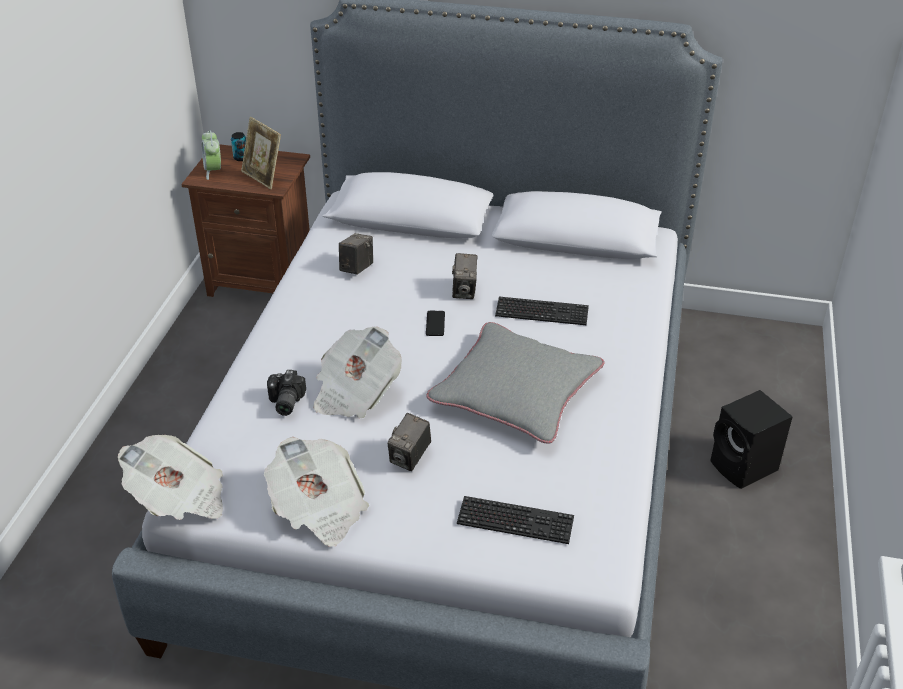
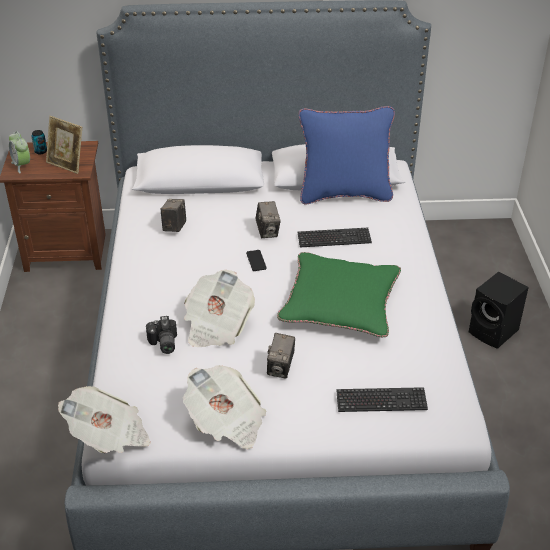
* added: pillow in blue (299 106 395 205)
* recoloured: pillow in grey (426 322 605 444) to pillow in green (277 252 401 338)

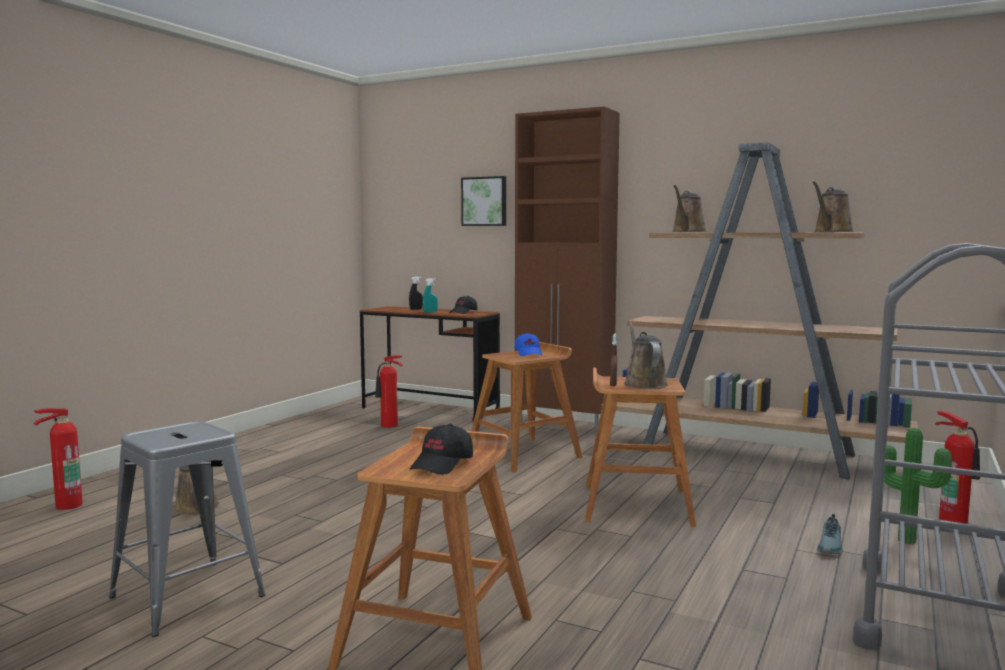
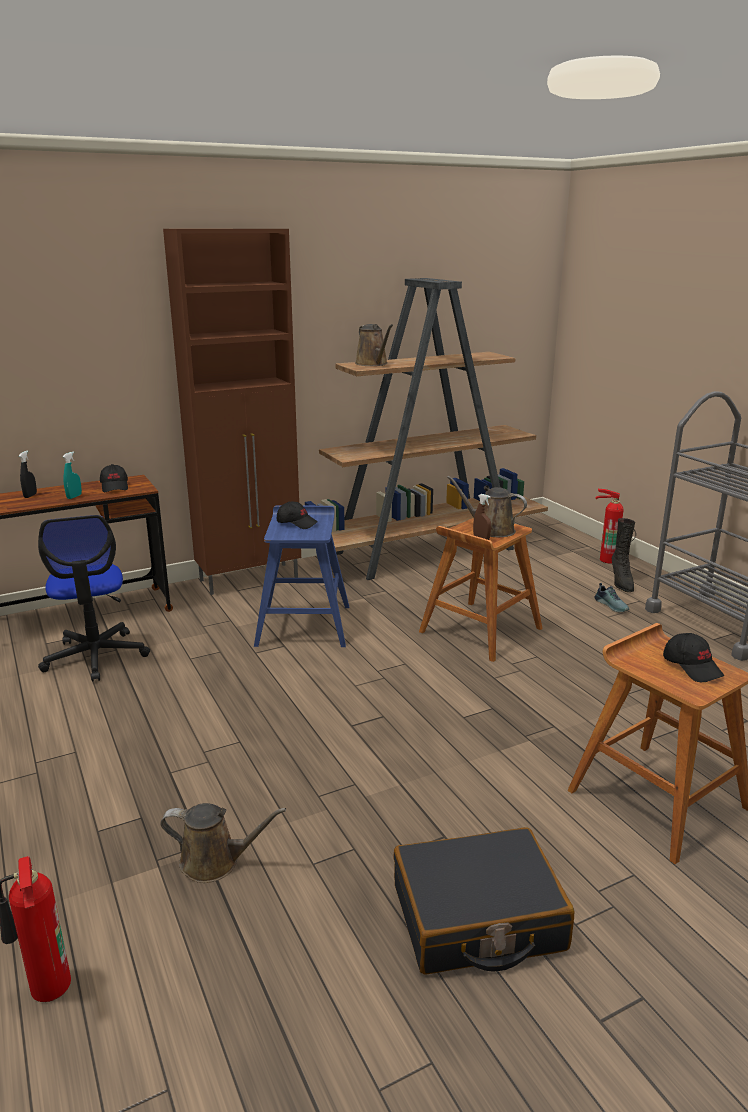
* removed: picture (461 176 506 226)
* removed: watering can in brown (813 181 854 232)
* replaced: stool in grey (109 421 265 637) to suitcase in black (394 827 574 975)
* replaced: fire extinguisher (375 355 403 428) to office chair (38 515 150 682)
* replaced: potted plant (884 428 952 544) to boot in black (612 518 636 592)
* recoloured: stool in brown (471 342 583 472) to stool in blue (254 505 349 647)
* recoloured: cap in blue (514 333 542 356) to cap in black (277 502 318 529)

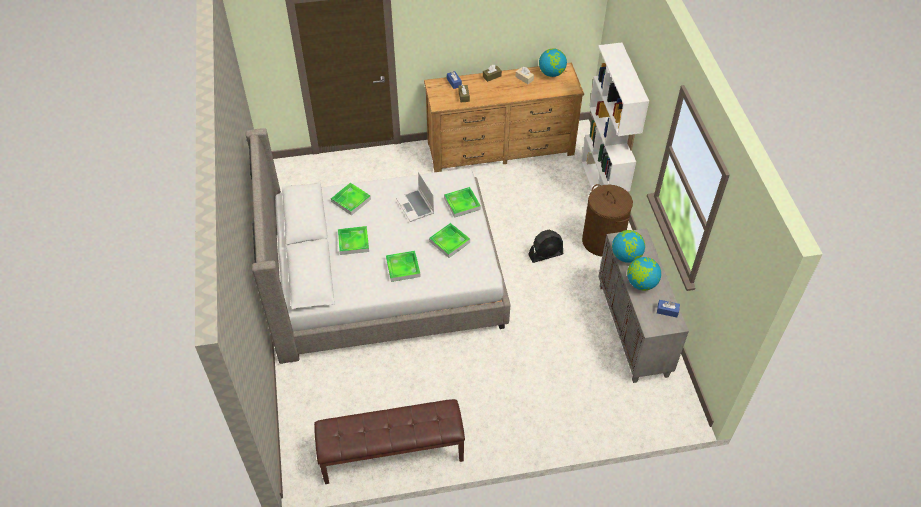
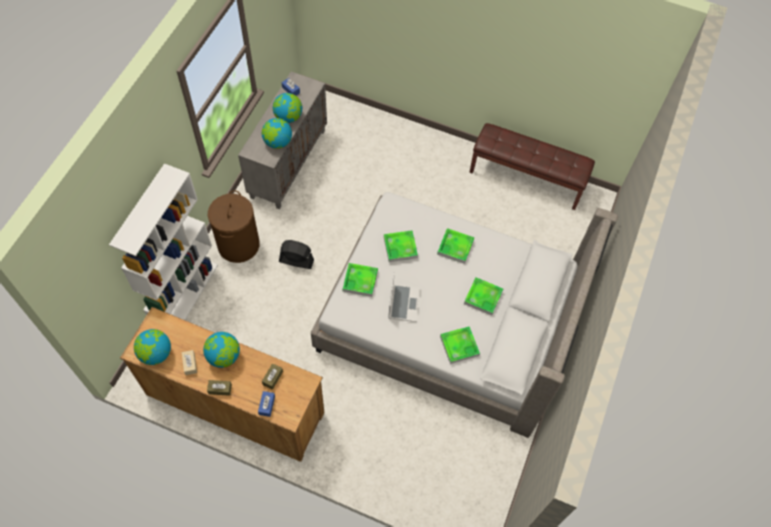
* added: globe (203 332 240 368)

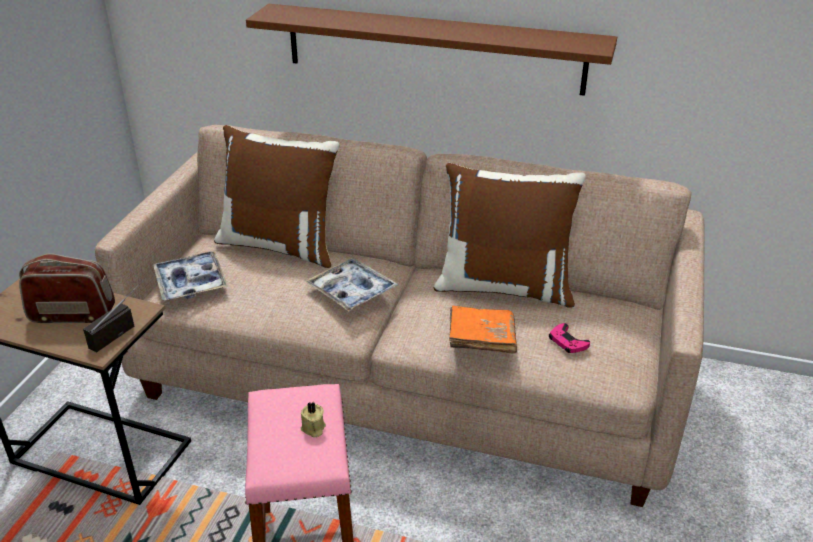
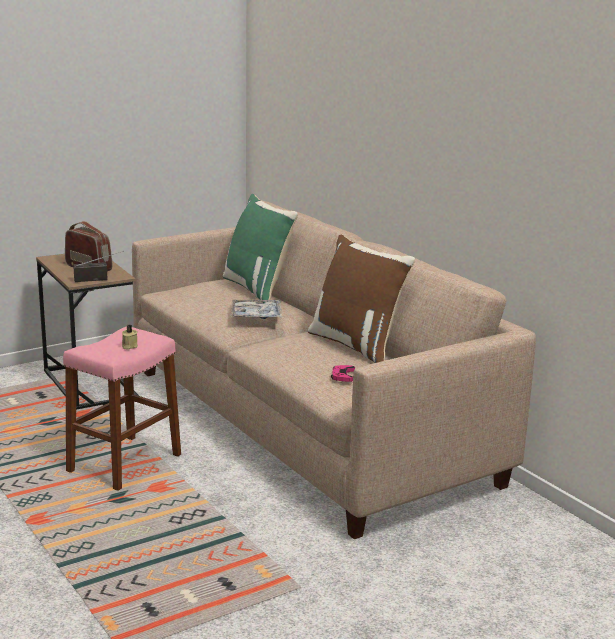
* removed: tray (153 251 228 300)
* removed: shelf in brown (246 4 617 96)
* removed: book in orange (449 306 517 354)
* recoloured: pillow in brown (214 125 340 268) to pillow in green (223 194 298 303)

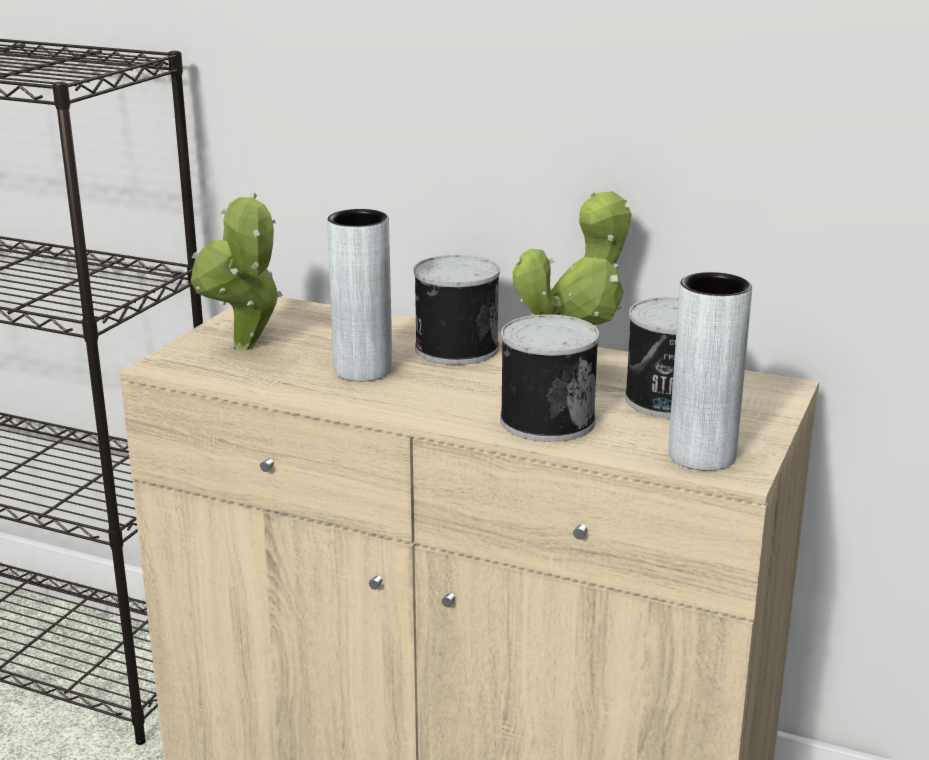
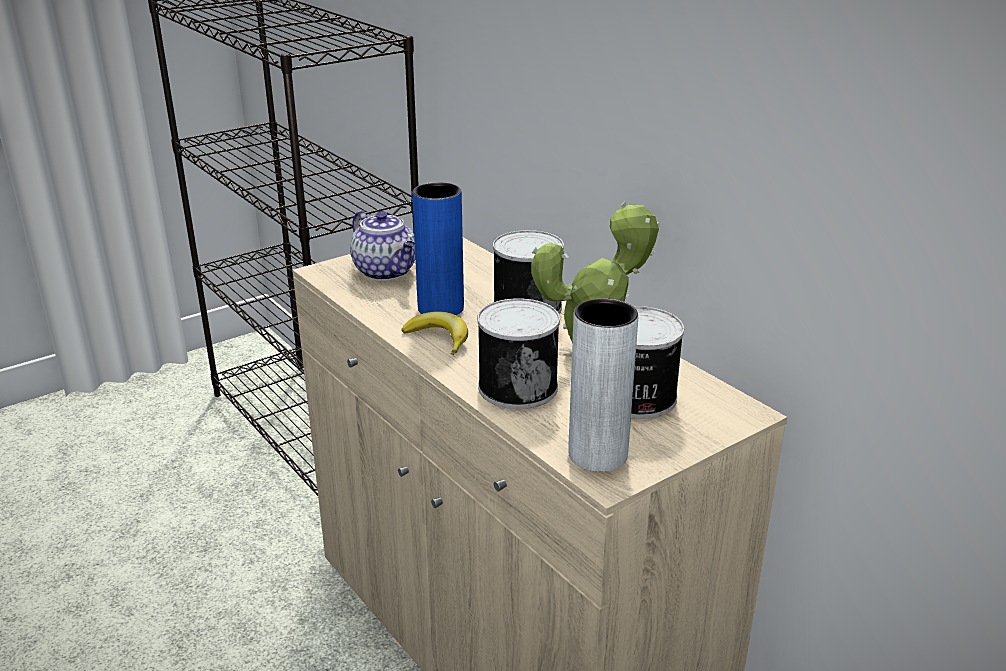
* added: banana (401 311 468 355)
* replaced: potted plant (191 192 283 350) to teapot (350 211 415 280)
* recoloured: vase in grey (327 209 392 381) to vase in blue (412 182 464 315)

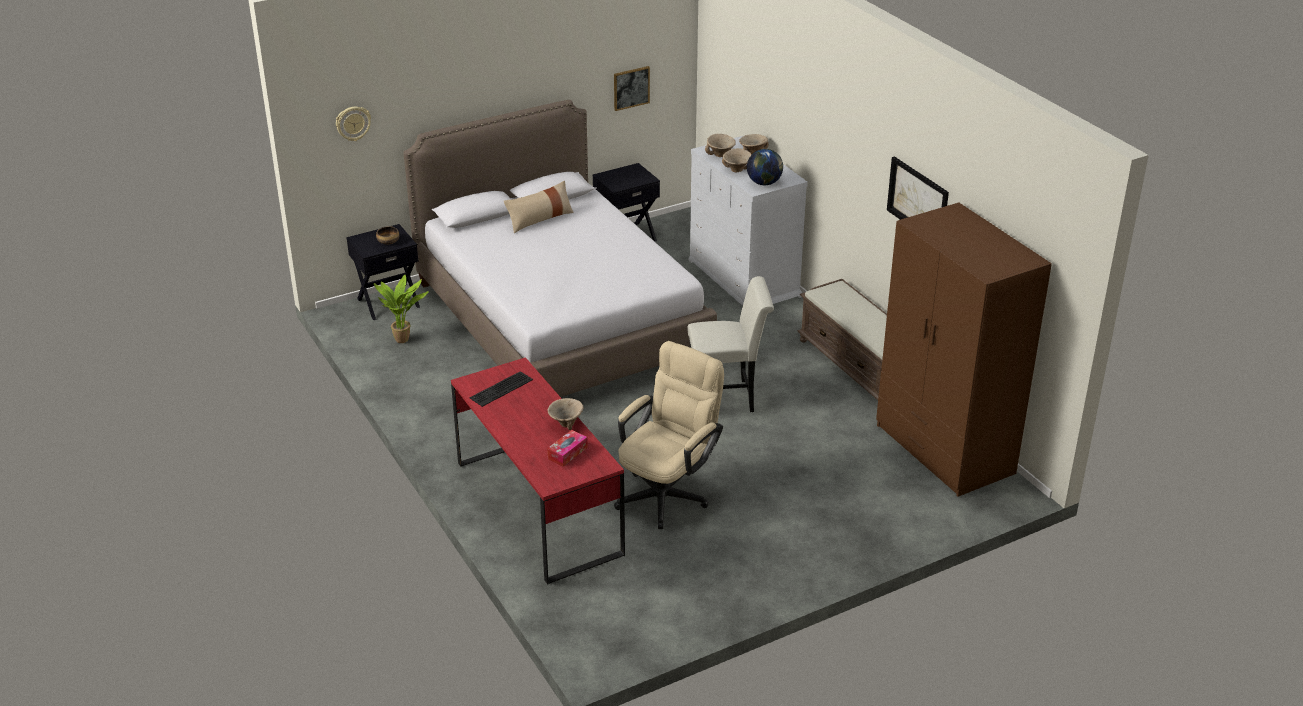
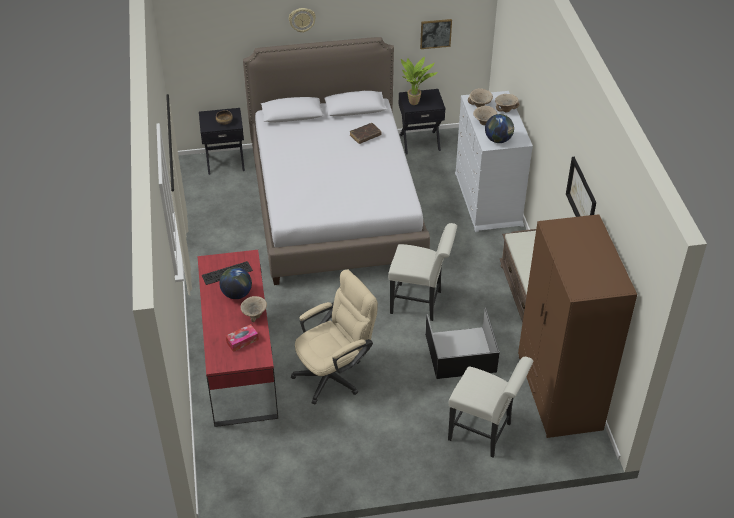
* removed: pillow in beige (504 181 574 233)
* added: globe (219 267 252 299)
* added: book in brown (350 123 382 144)
* added: storage box in black (425 308 499 379)
* added: chair in white (448 357 533 458)
* moved: wall clock (336 107 371 141) to (289 8 316 33)
* moved: potted plant (374 275 429 343) to (401 57 438 105)

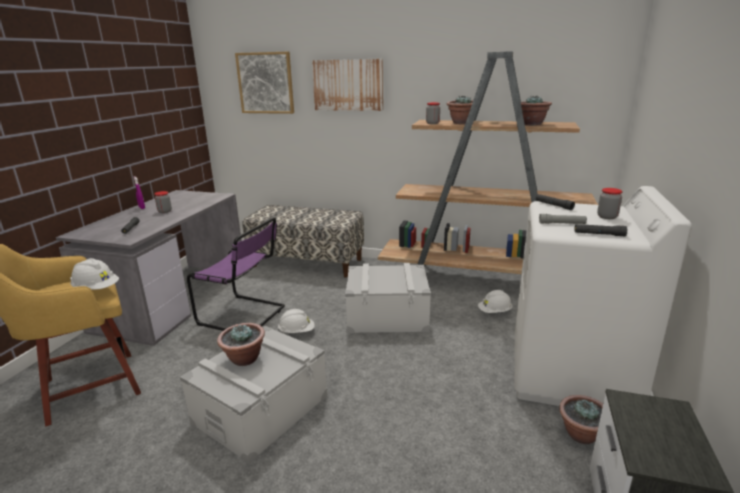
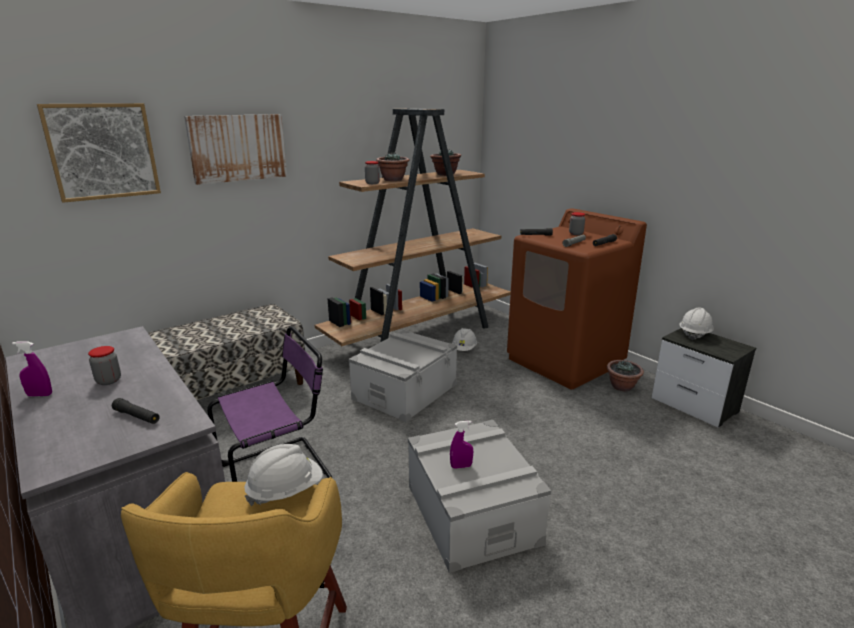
* moved: hard hat in white (277 309 315 333) to (679 307 714 340)
* replaced: potted plant (217 323 265 366) to spray bottle in purple (450 421 473 469)
* recoloured: washing machine in white (514 186 692 406) to washing machine in brown (507 208 647 389)

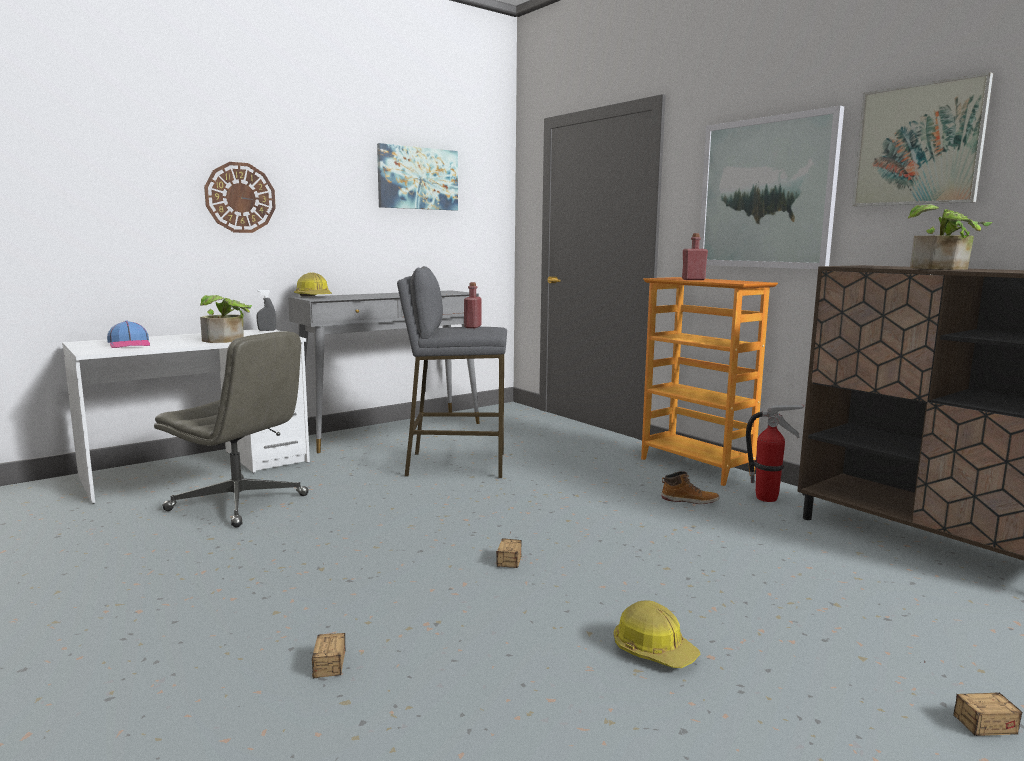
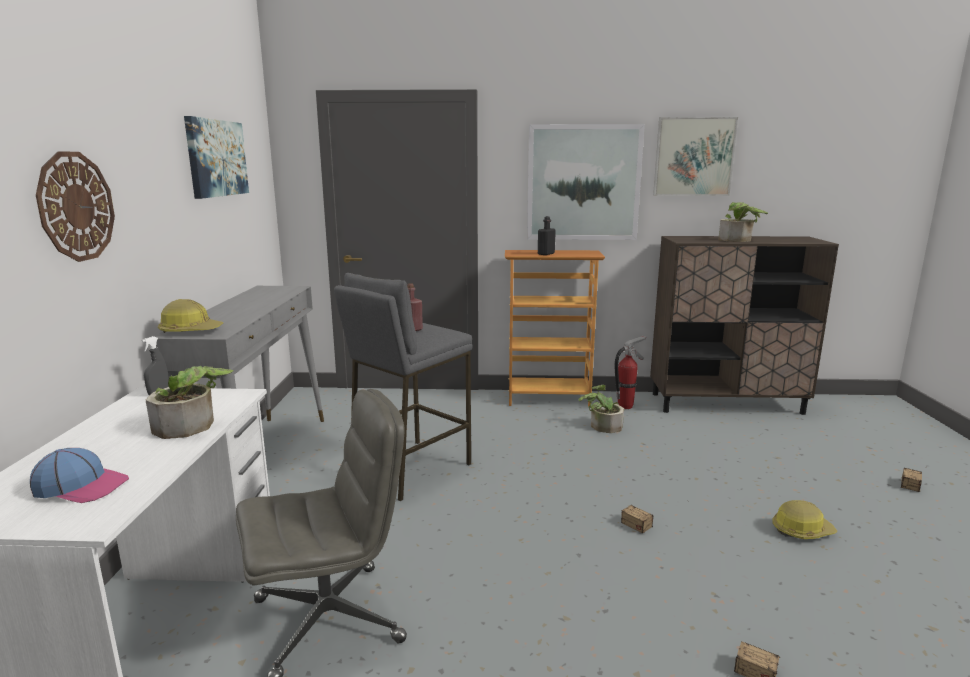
* replaced: boot (661 471 719 504) to potted plant (578 385 624 433)
* recoloured: bottle in red (682 233 708 280) to bottle in black (538 216 556 255)

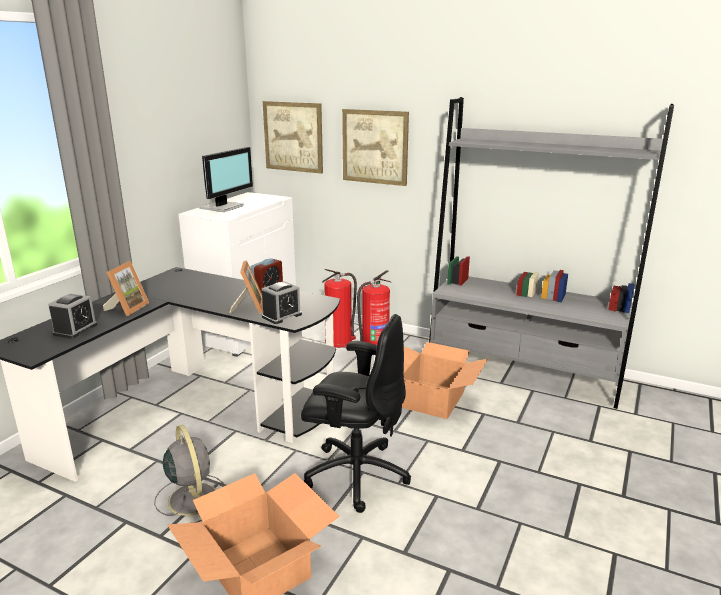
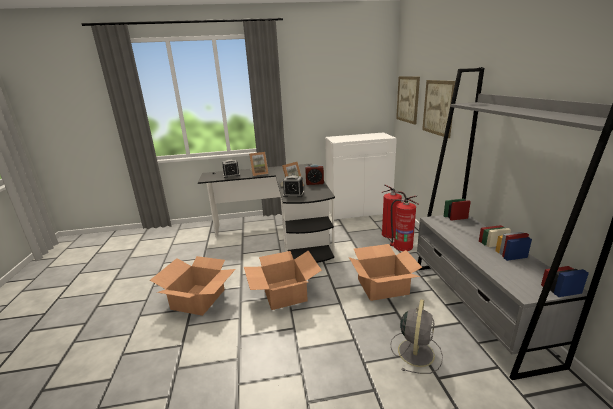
* removed: monitor (199 147 253 212)
* moved: fan in grey (154 425 225 523) to (391 299 443 374)
* replaced: office chair in black (301 314 411 513) to cardboard box (244 251 322 310)

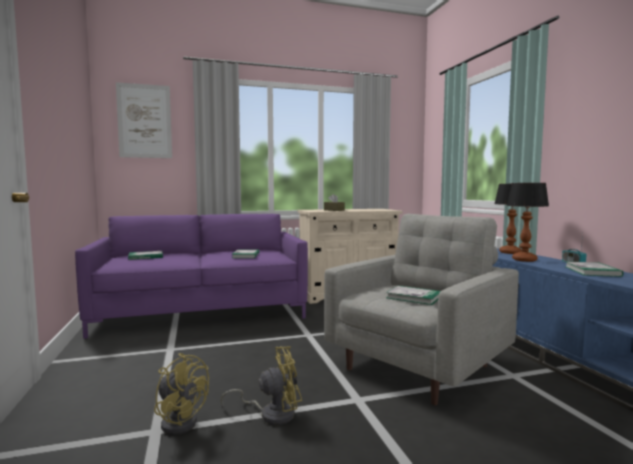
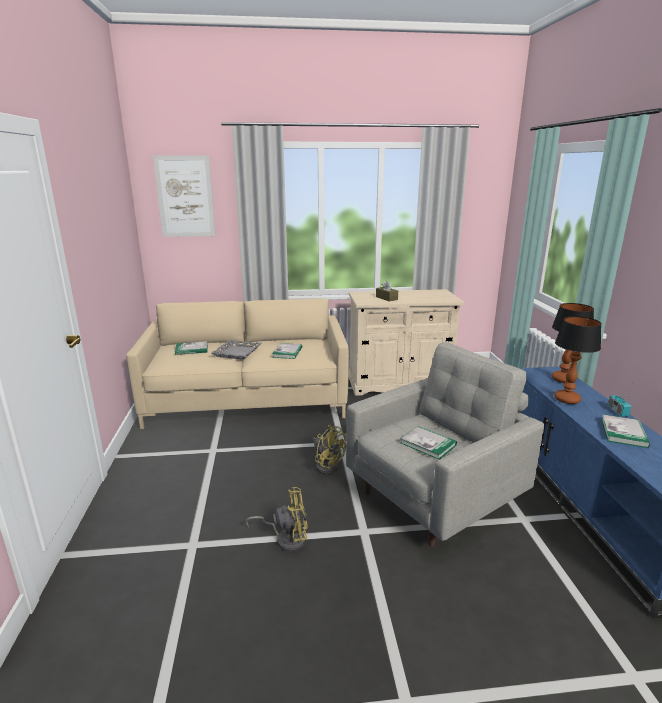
* added: tray in grey (211 340 261 360)
* moved: fan in yellow (154 353 209 435) to (313 425 346 474)
* recoloured: sofa in purple (75 214 308 339) to sofa in beige (126 299 349 429)

